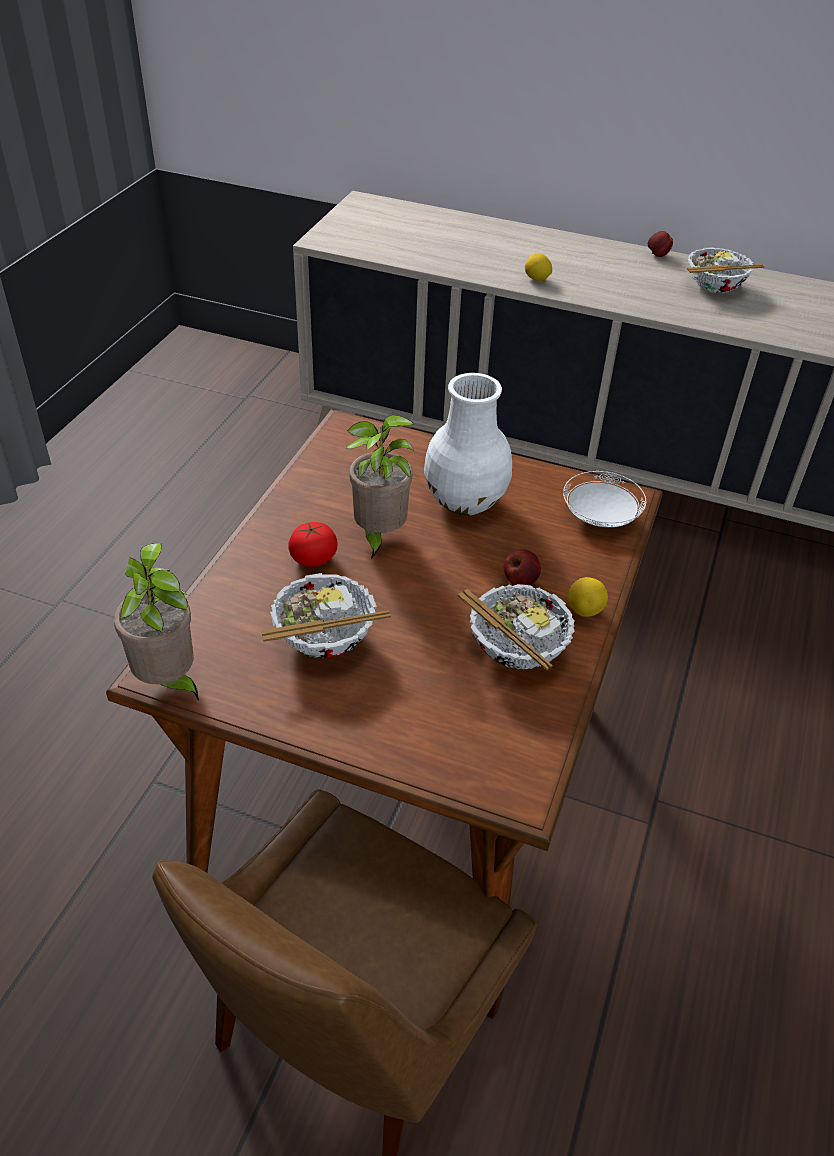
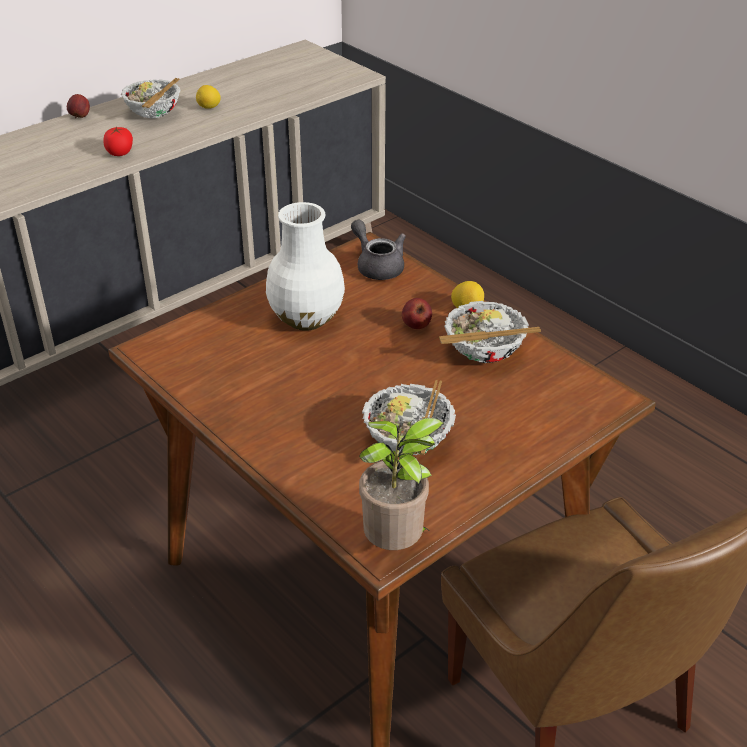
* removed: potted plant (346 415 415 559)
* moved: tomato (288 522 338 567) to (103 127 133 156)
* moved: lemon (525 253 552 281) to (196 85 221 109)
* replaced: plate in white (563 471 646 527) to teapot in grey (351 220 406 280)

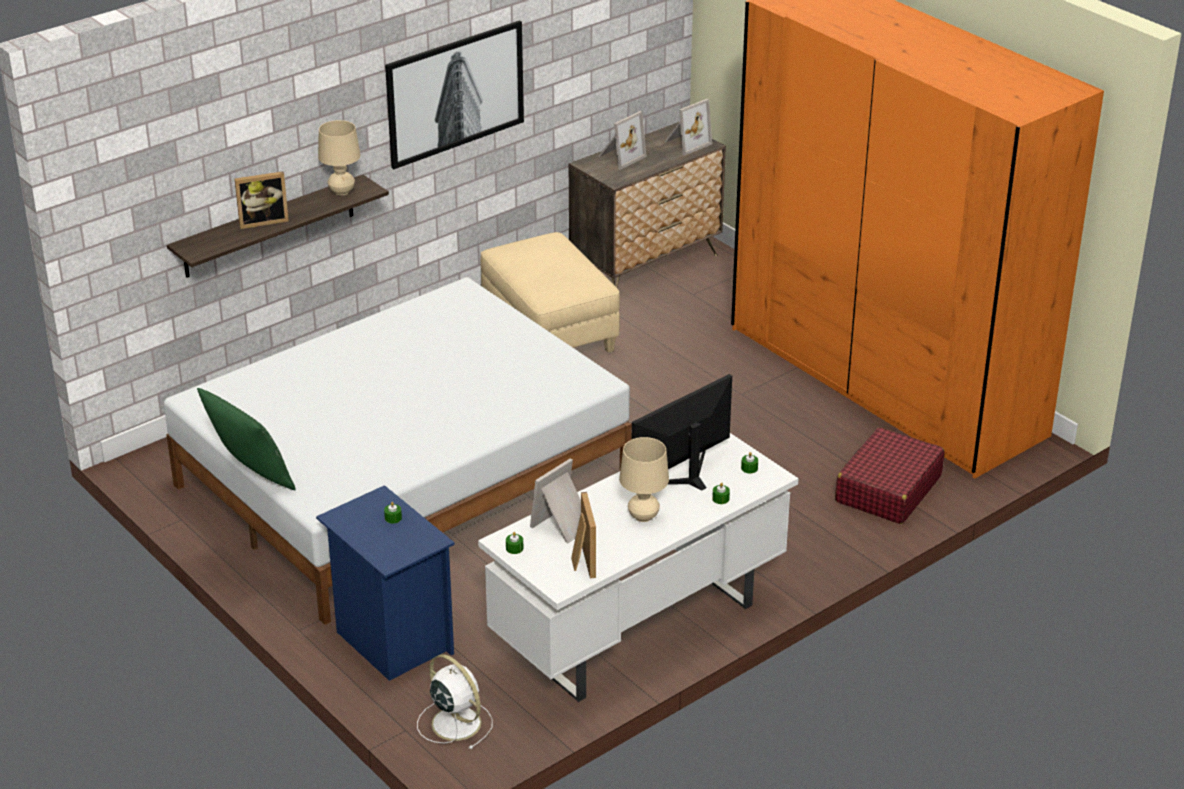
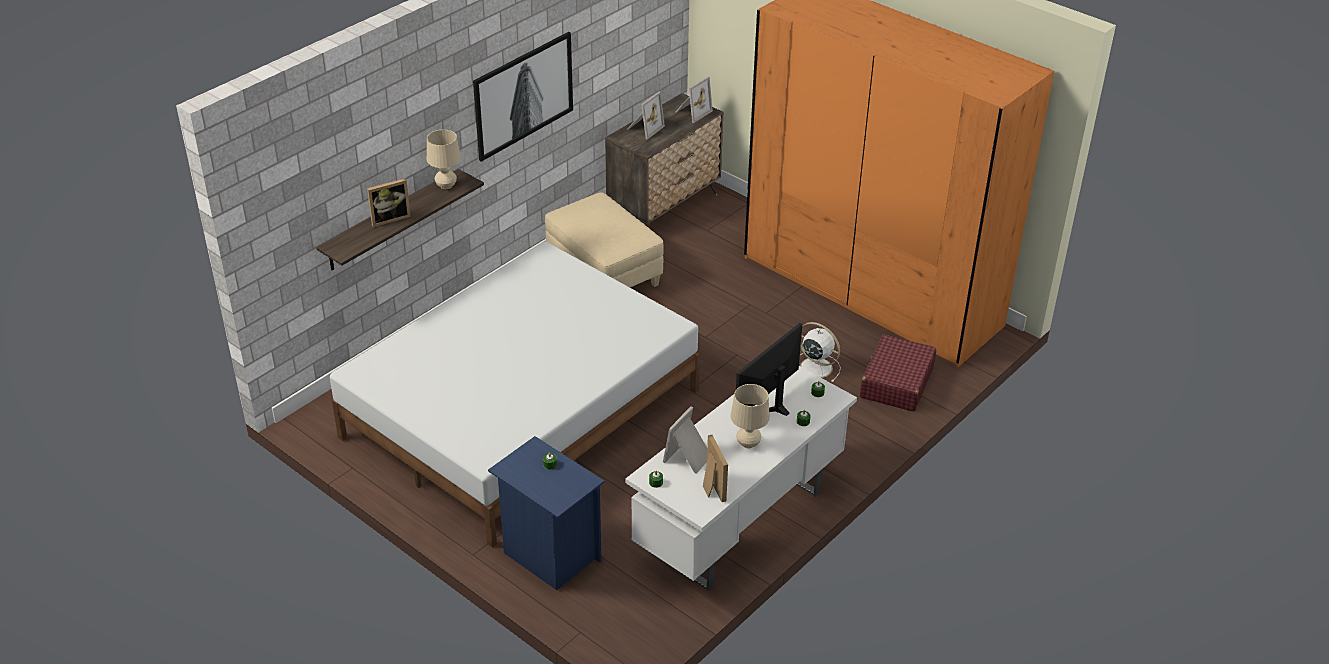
* removed: pillow in green (197 388 296 490)
* moved: fan in white (417 654 493 749) to (800 322 841 382)

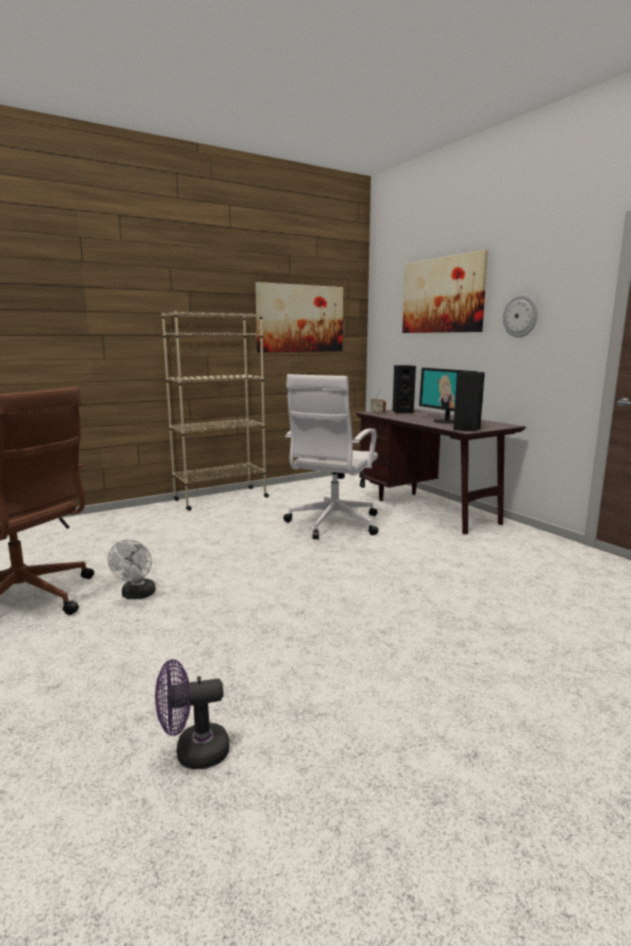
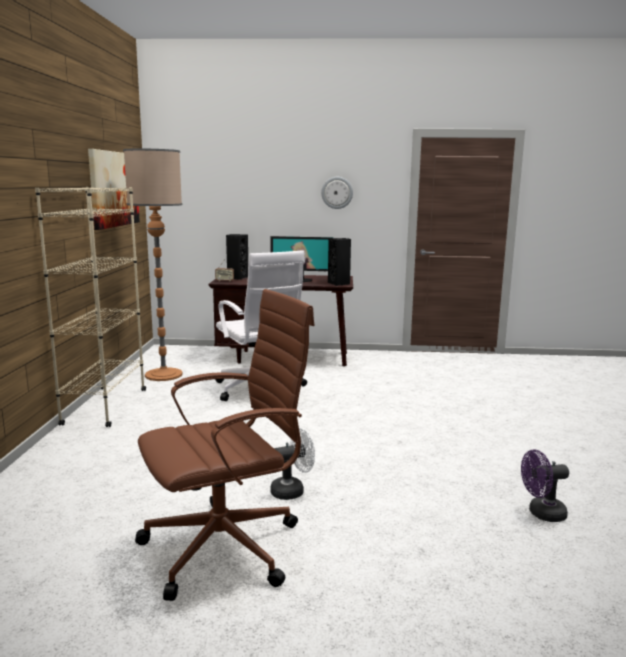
* removed: picture (402 250 488 333)
* added: floor lamp (123 148 183 381)
* turned: fan in white (108 540 156 599) = (270 428 315 500) 60 degrees counterclockwise
* turned: fan in purple (155 659 229 770) = (521 449 569 522) 60 degrees clockwise

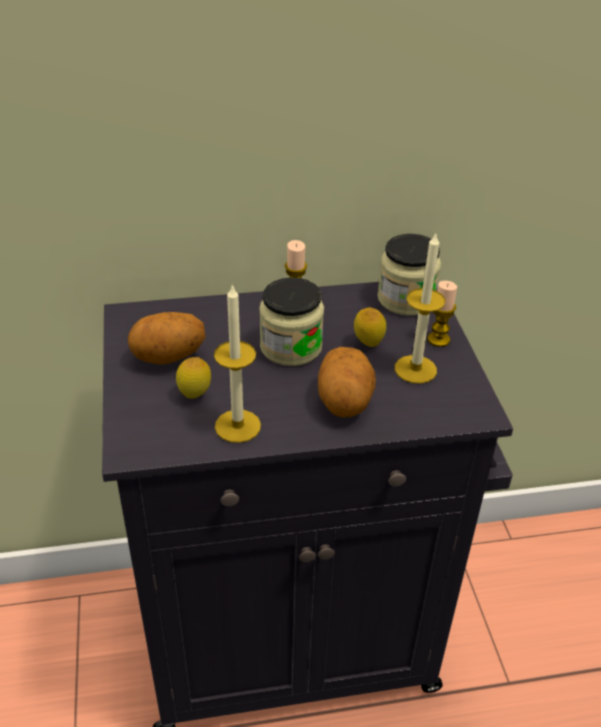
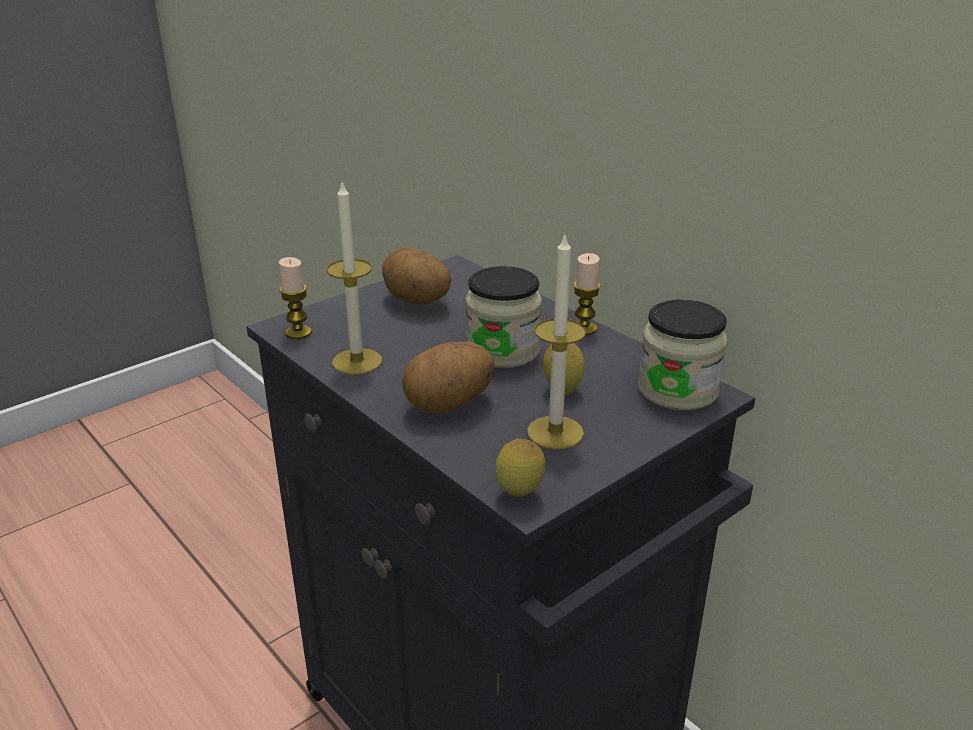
* moved: lemon (176 357 211 398) to (495 439 545 497)
* moved: candle (428 281 457 347) to (279 257 312 339)

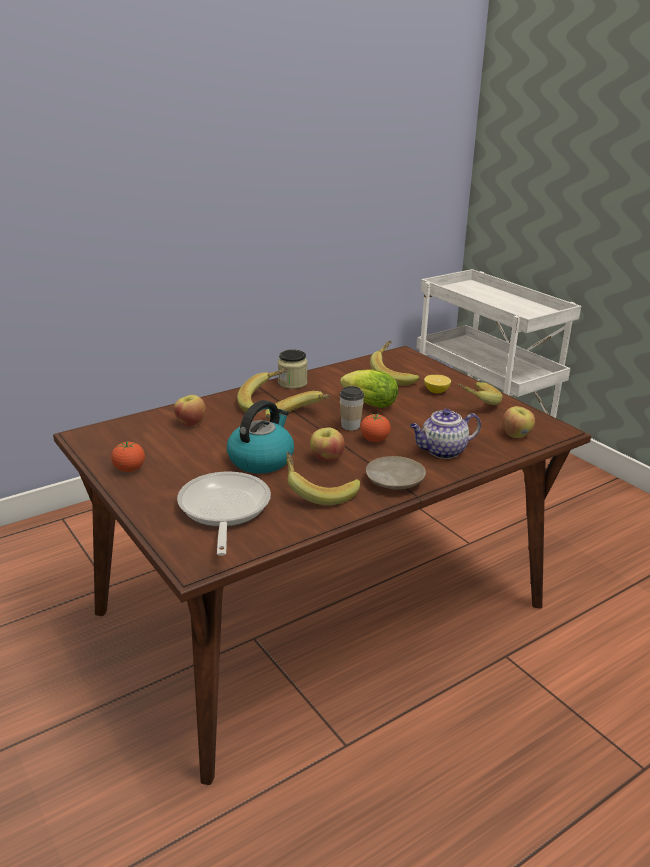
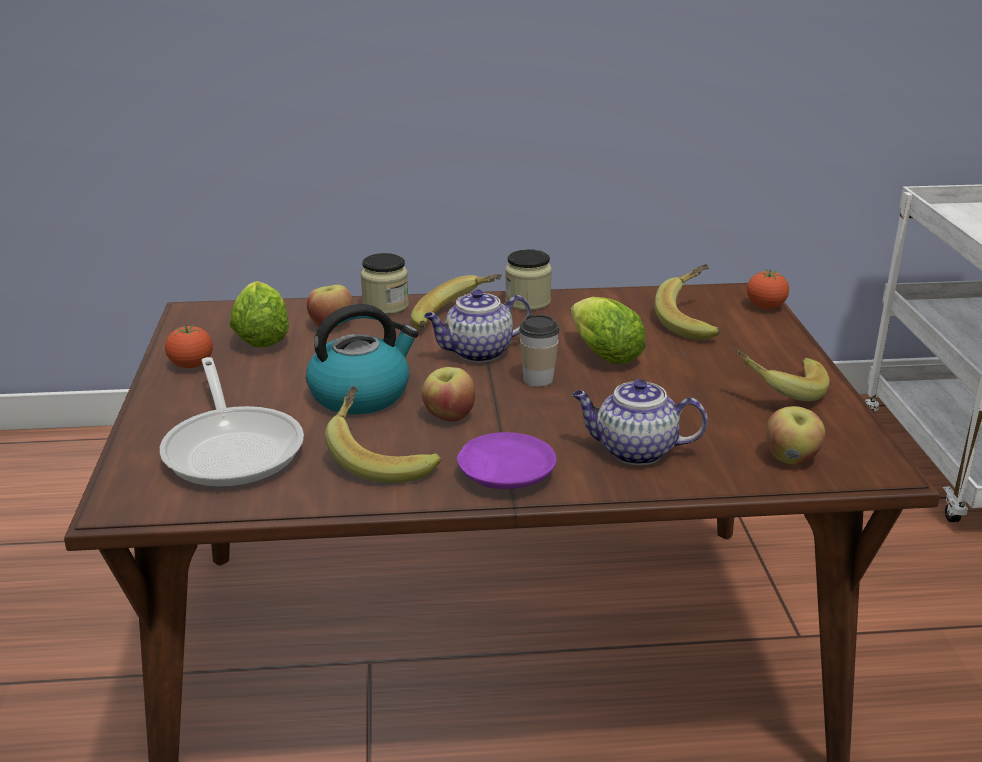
* removed: lemon (424 375 451 393)
* added: lettuce (230 281 289 348)
* added: jar (361 253 409 315)
* moved: tomato (360 414 391 442) to (747 269 789 309)
* replaced: banana (265 391 330 419) to teapot (424 289 531 362)
* recoloured: plate in beige (366 456 426 490) to plate in purple (457 432 557 489)
* turned: frying pan (177 472 271 556) = (160 357 304 488) 135 degrees clockwise

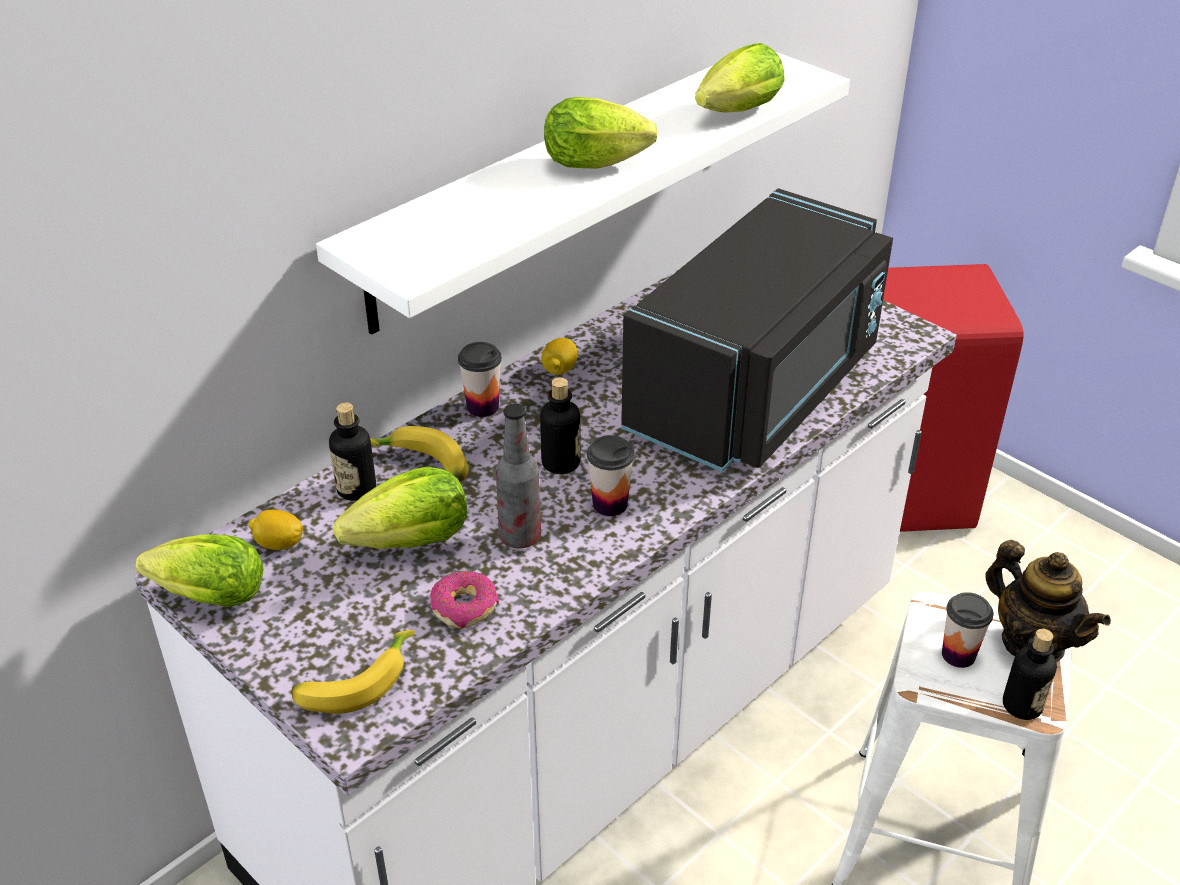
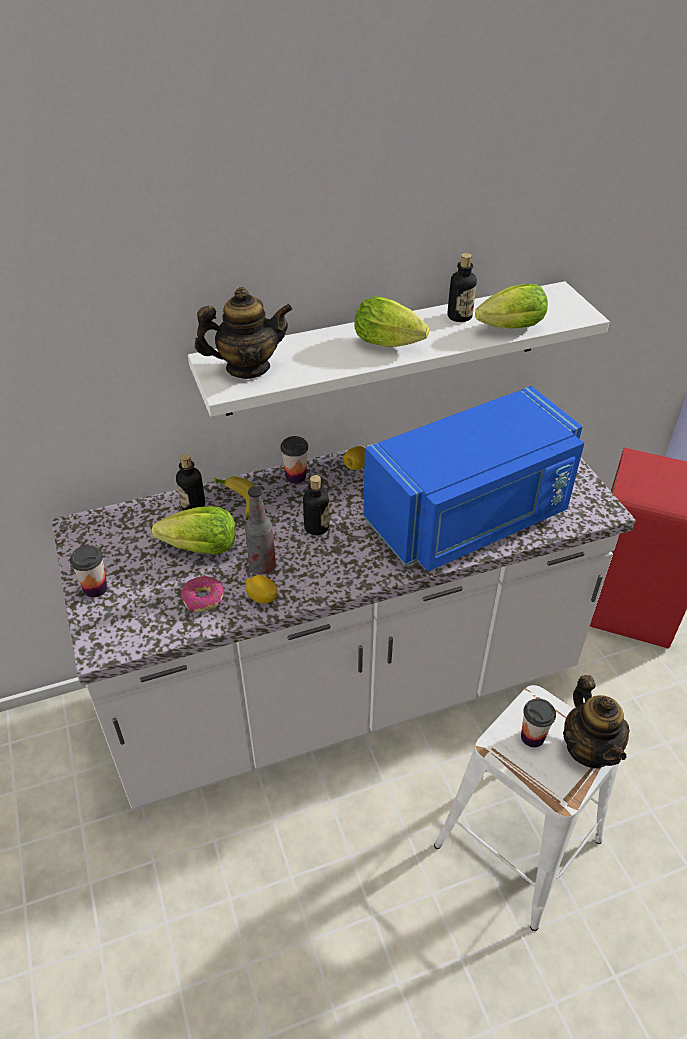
* removed: lettuce (136 534 264 607)
* removed: banana (292 630 415 714)
* added: teapot (195 287 293 379)
* moved: lemon (248 510 303 550) to (245 575 278 604)
* moved: cup (587 435 635 516) to (70 545 108 598)
* moved: bottle (1003 629 1057 720) to (447 253 477 322)
* recoloured: microwave in black (621 188 893 472) to microwave in blue (363 386 584 571)

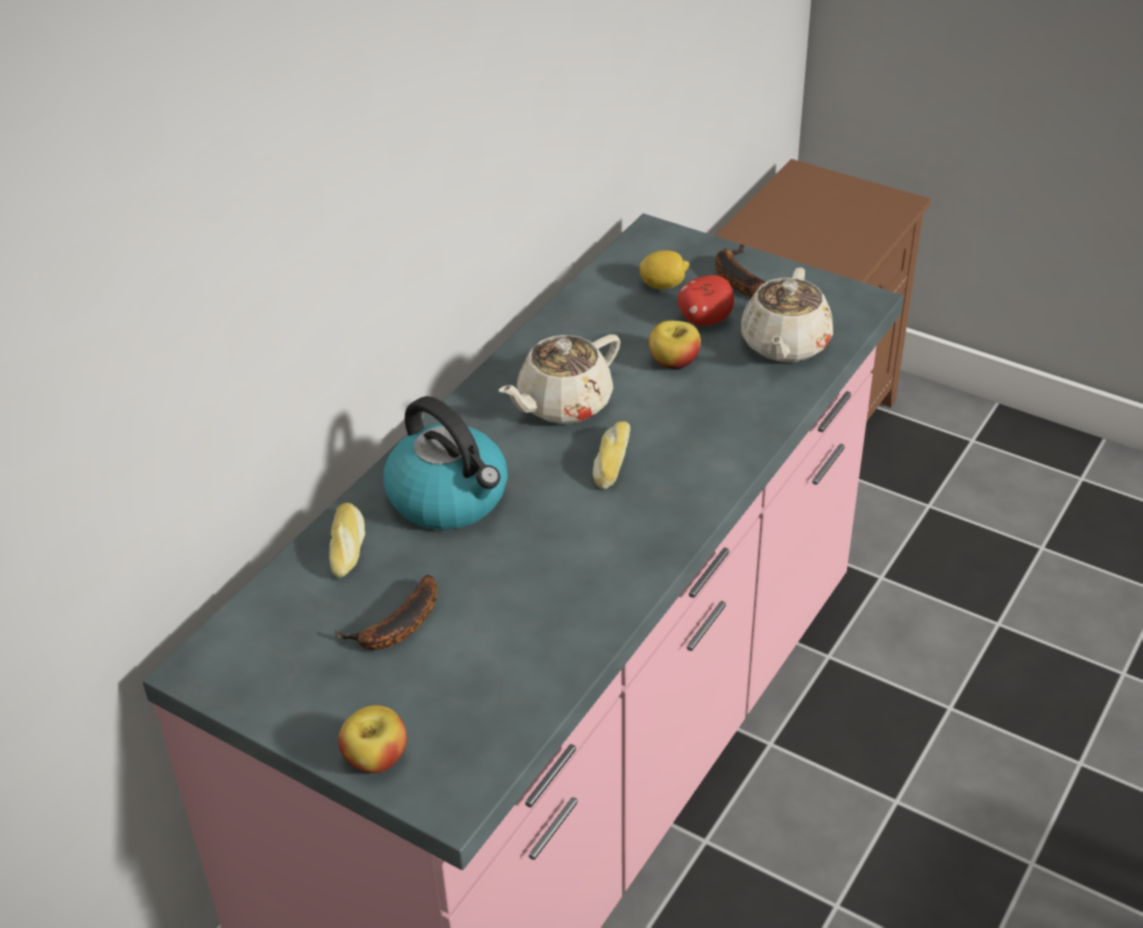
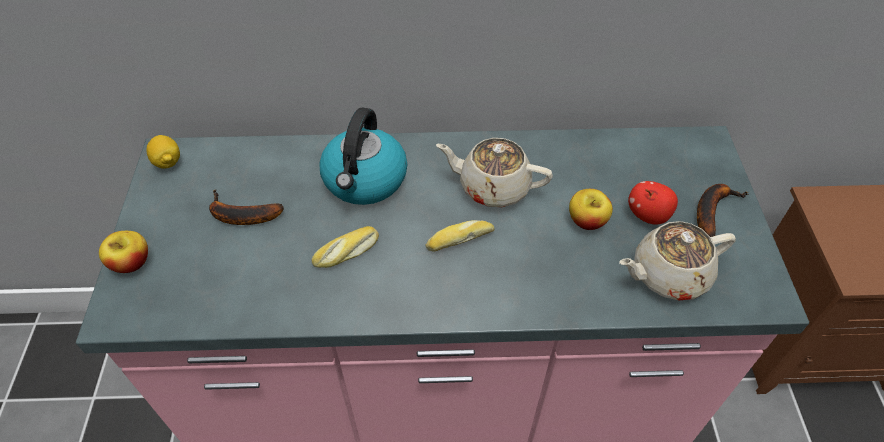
* moved: bread (329 503 365 578) to (312 226 379 268)
* moved: lemon (639 250 689 289) to (147 135 180 169)

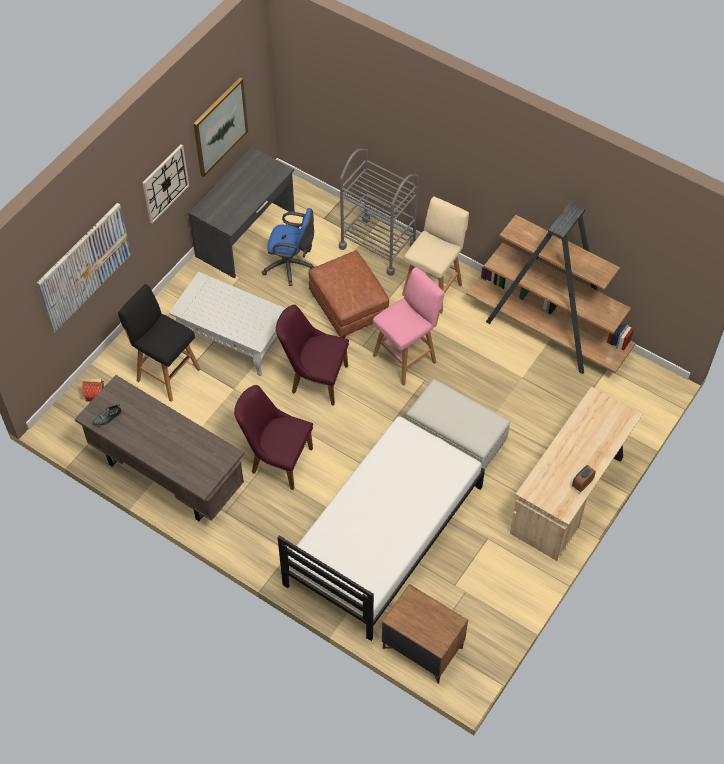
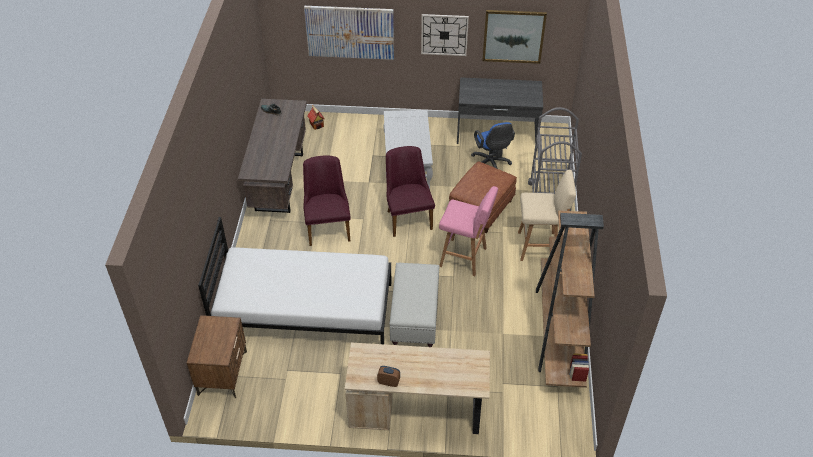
* removed: stool in black (118 284 200 402)

